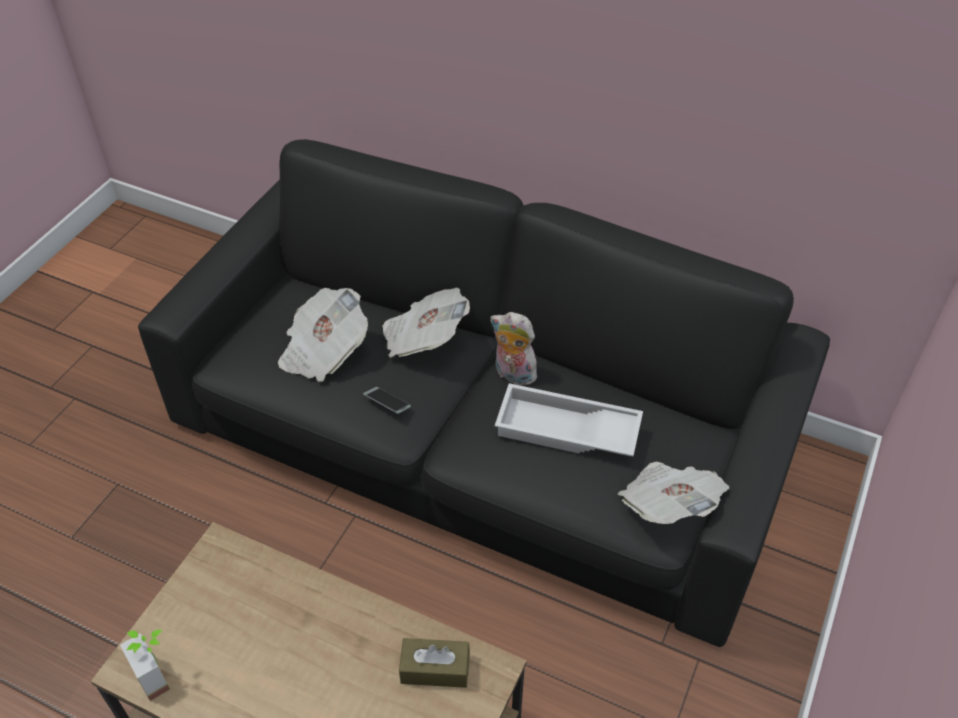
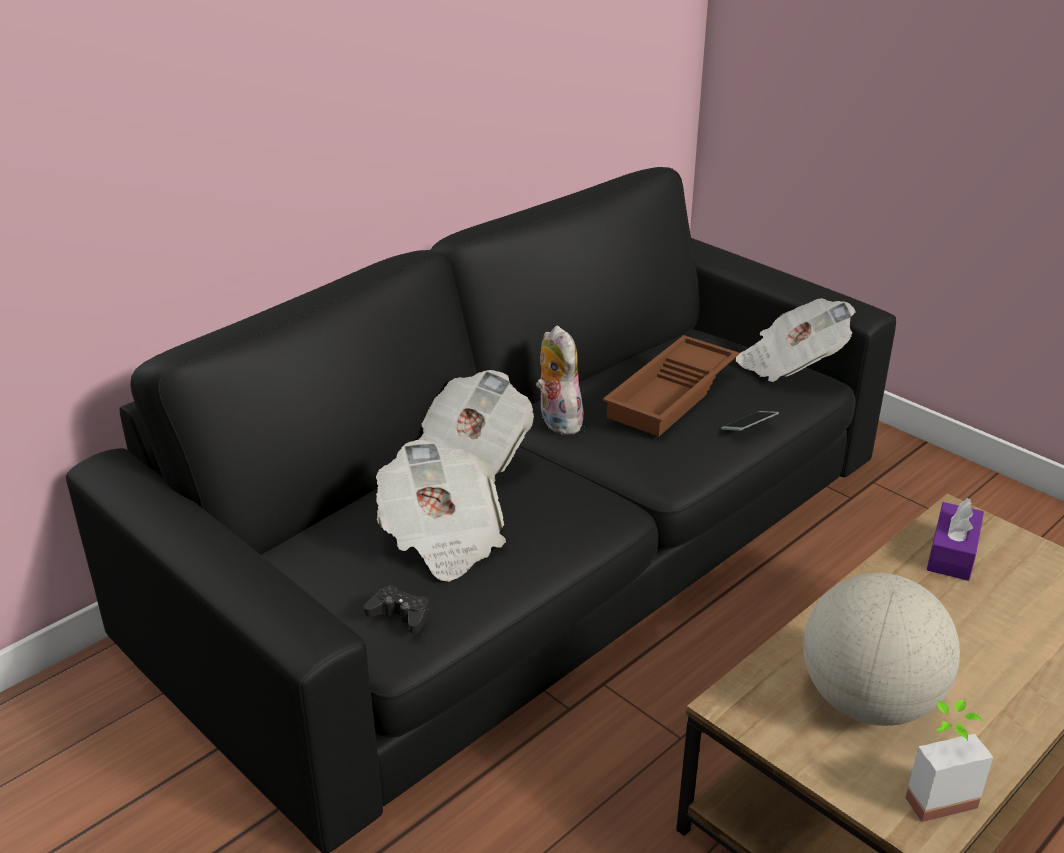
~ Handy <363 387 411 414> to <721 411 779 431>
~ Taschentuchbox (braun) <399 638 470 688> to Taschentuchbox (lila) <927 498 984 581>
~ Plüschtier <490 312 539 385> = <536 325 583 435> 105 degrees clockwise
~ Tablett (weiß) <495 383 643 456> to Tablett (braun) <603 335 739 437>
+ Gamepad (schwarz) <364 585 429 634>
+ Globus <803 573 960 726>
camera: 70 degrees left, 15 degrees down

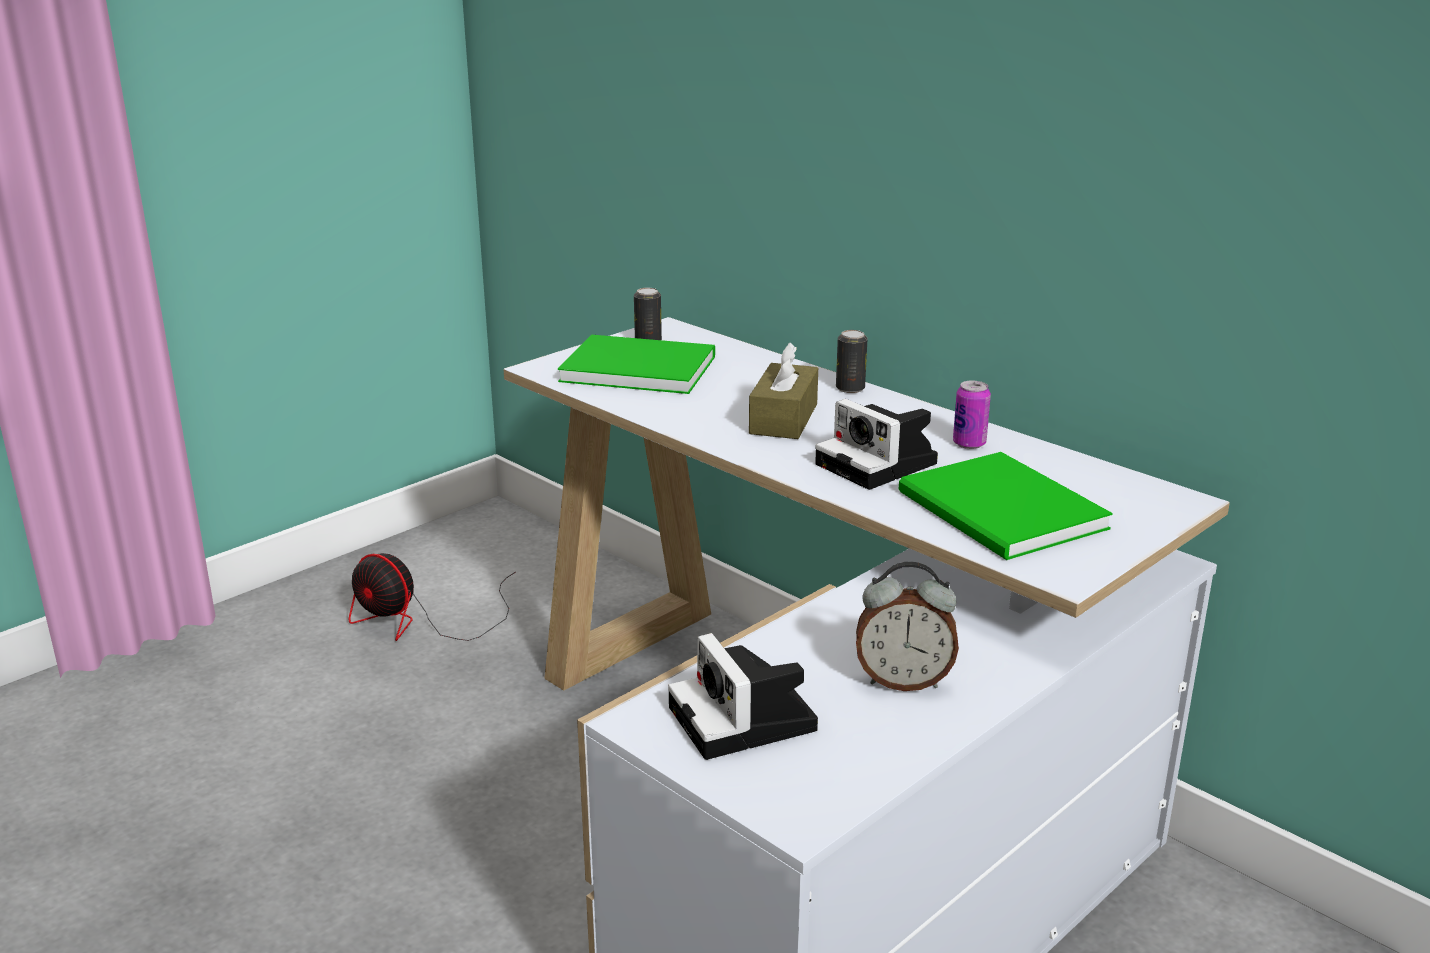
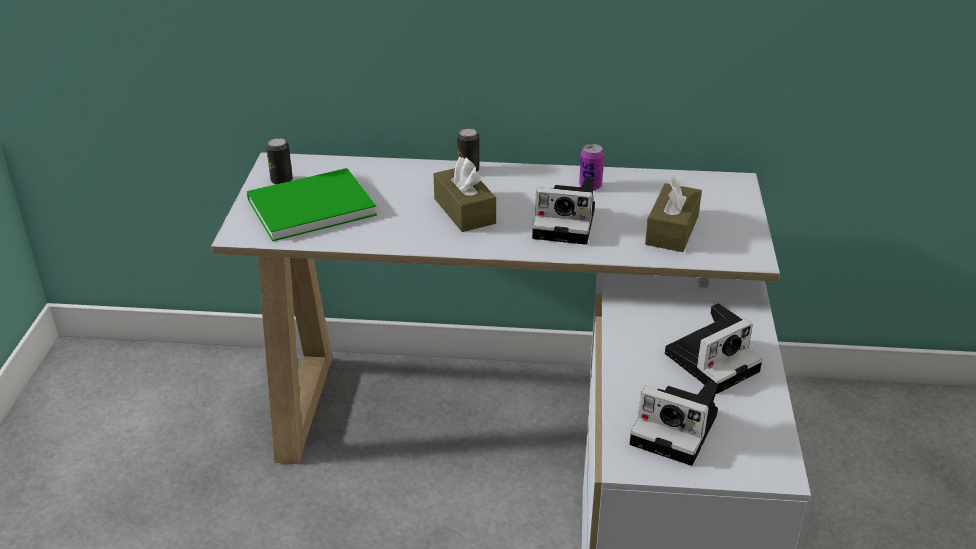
- Ventilator <349 553 515 641>
~ Wecker <856 561 959 691> to Kamera <665 303 763 394>
~ Buch (grün) <899 452 1113 560> to Taschentuchbox (braun) <645 175 702 252>
camera: 40 degrees left, 10 degrees up

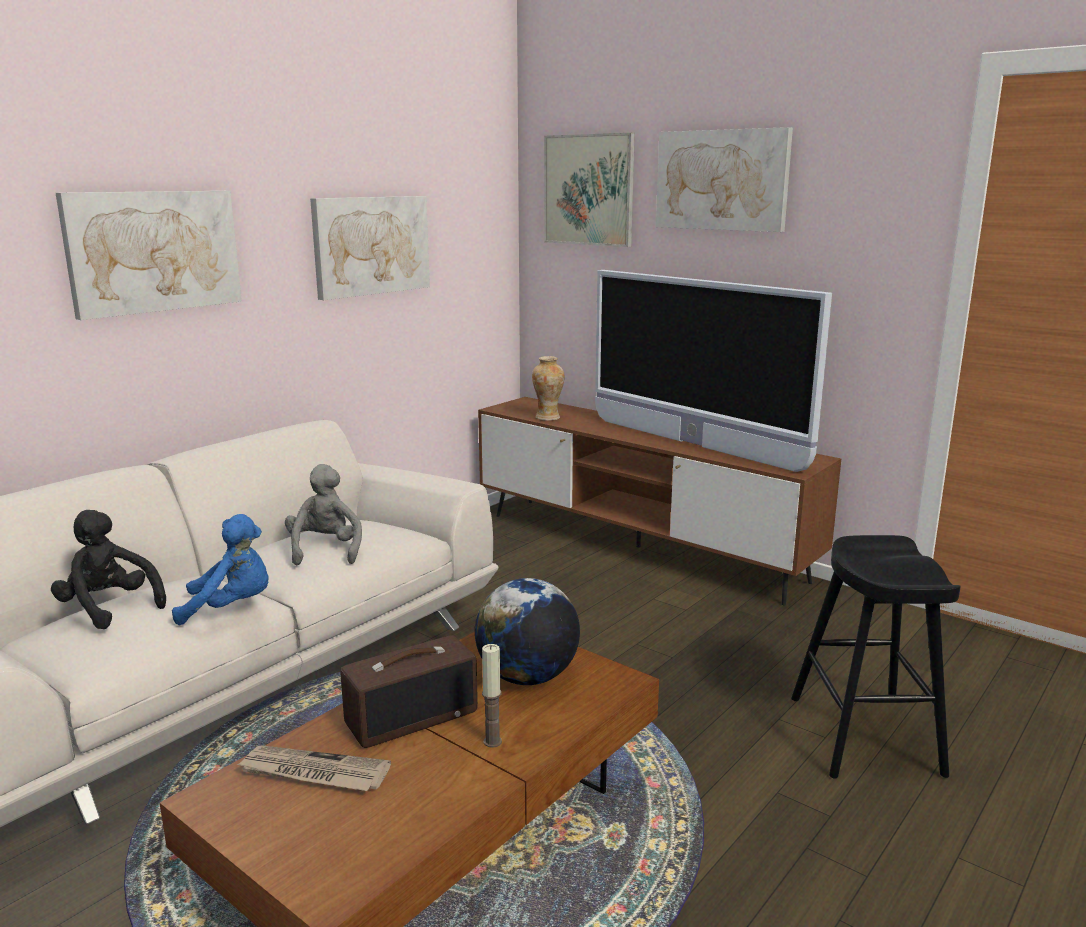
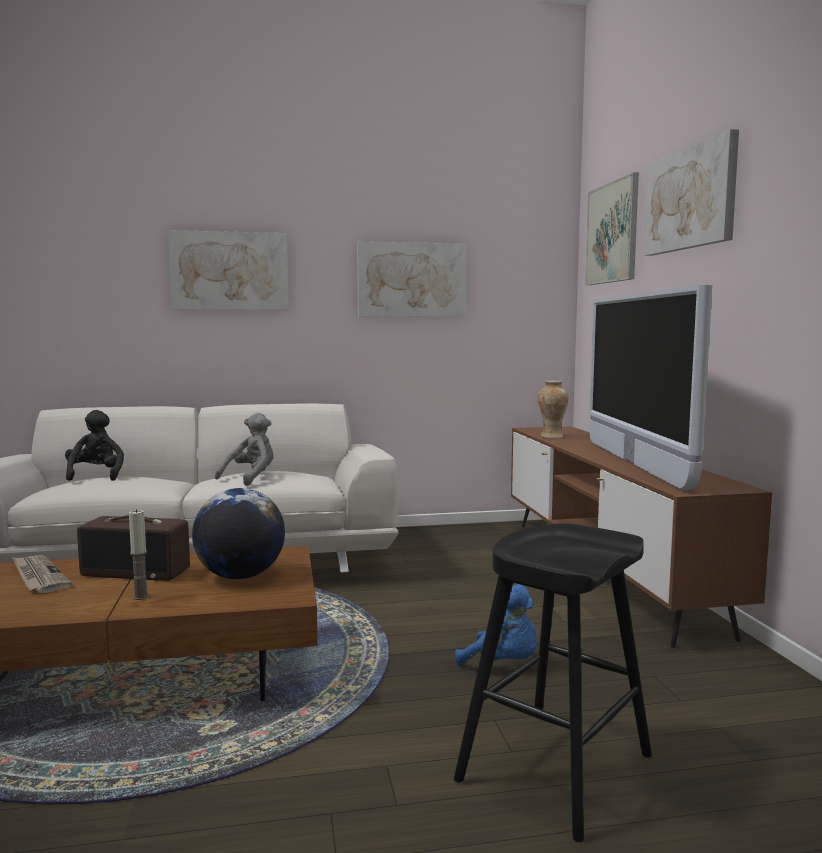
~ Plüschtier (blau) <172 514 269 625> to <455 584 537 666>
camera: 40 degrees right, 10 degrees down

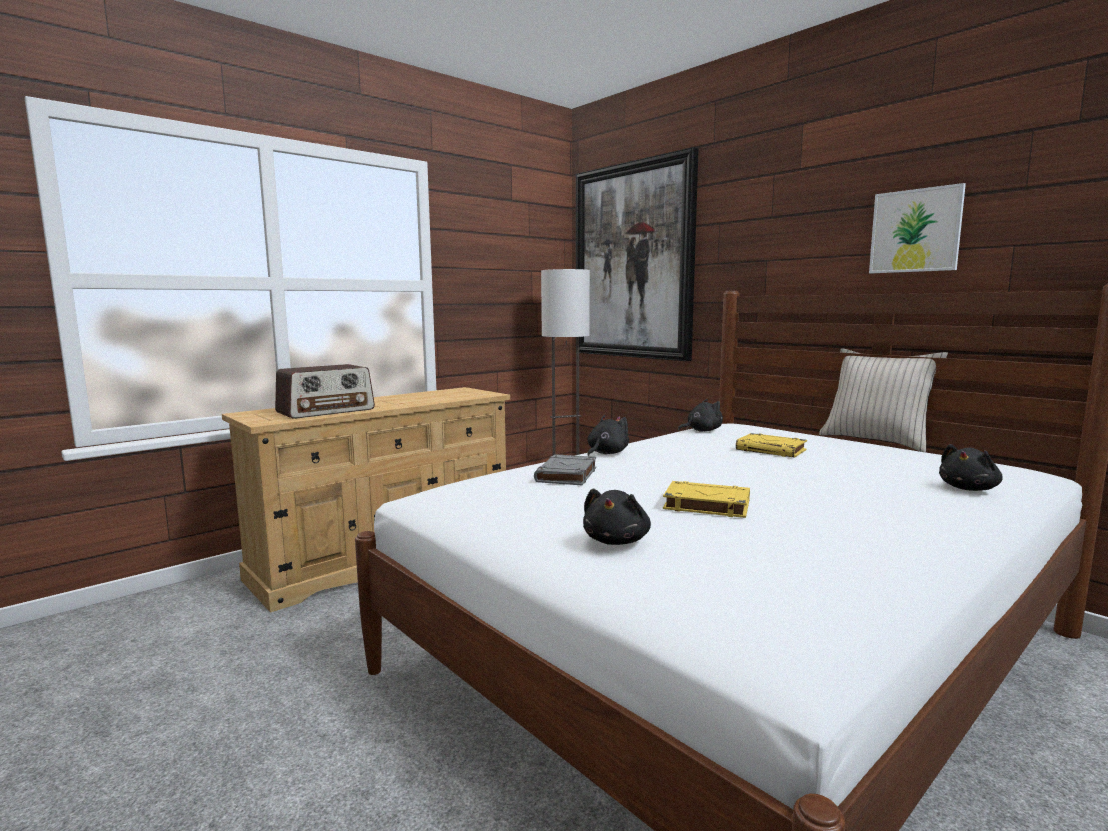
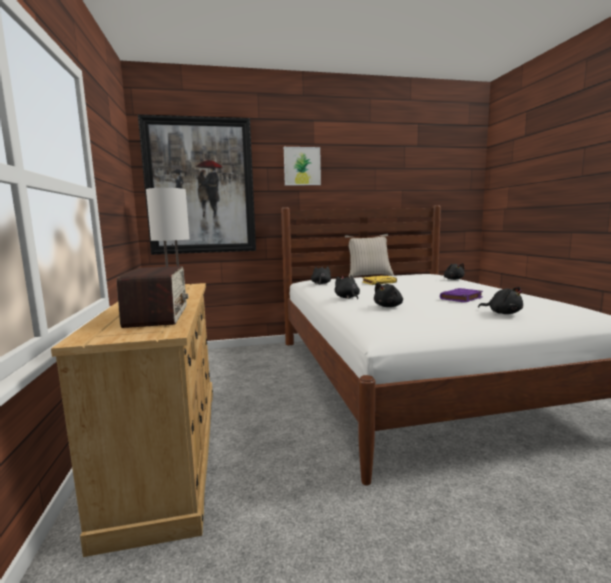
~ Buch (grau) <534 454 596 485> to Plüschtier (schwarz) <374 282 403 307>
~ Buch (gelb) <663 481 750 518> to Buch (lila) <440 288 483 303>
~ Bild <869 183 966 273> to <284 147 321 185>
camera: 60 degrees left, 0 degrees up

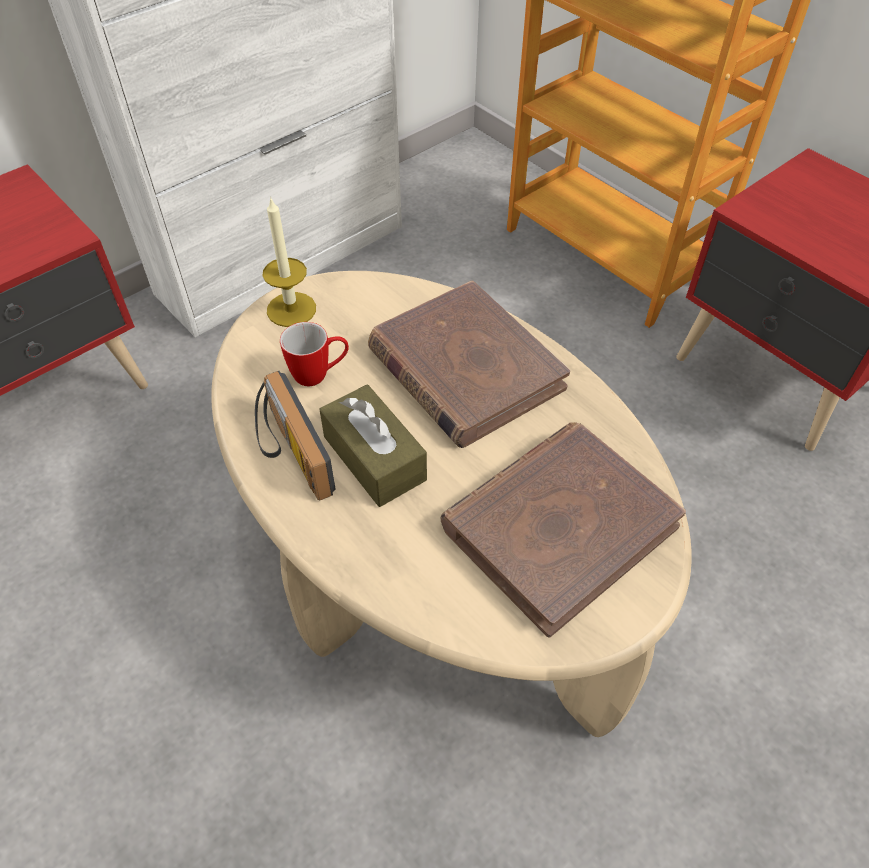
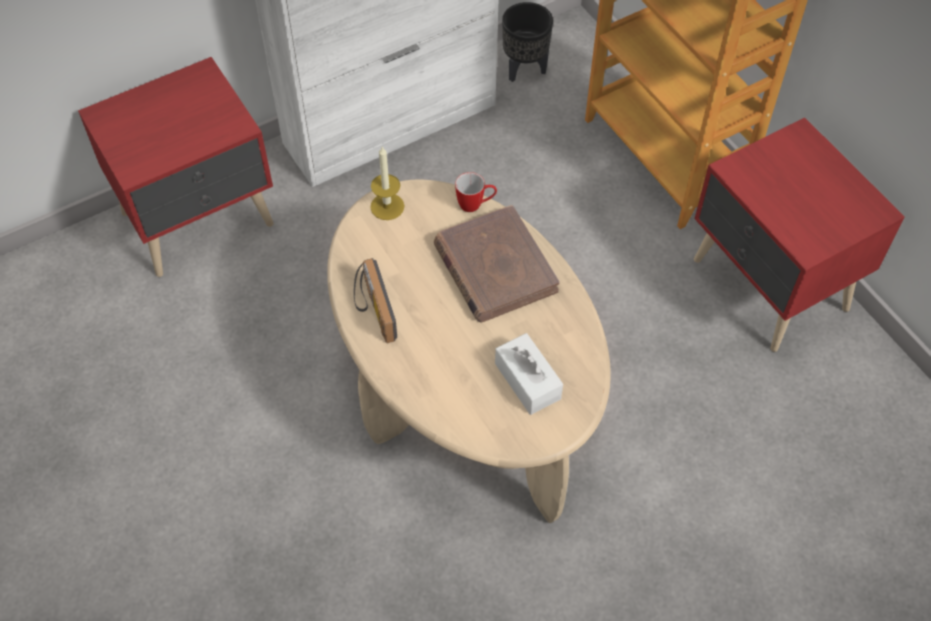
~ Henkelbecher <280 322 349 386> to <455 172 497 212>
- Taschentuchbox (braun) <319 384 427 507>
~ Buch (braun) <441 422 686 637> to Taschentuchbox (weiß) <495 333 563 415>
+ Pflanzkübel (schwarz) <502 2 553 82>
camera: 10 degrees right, 5 degrees up

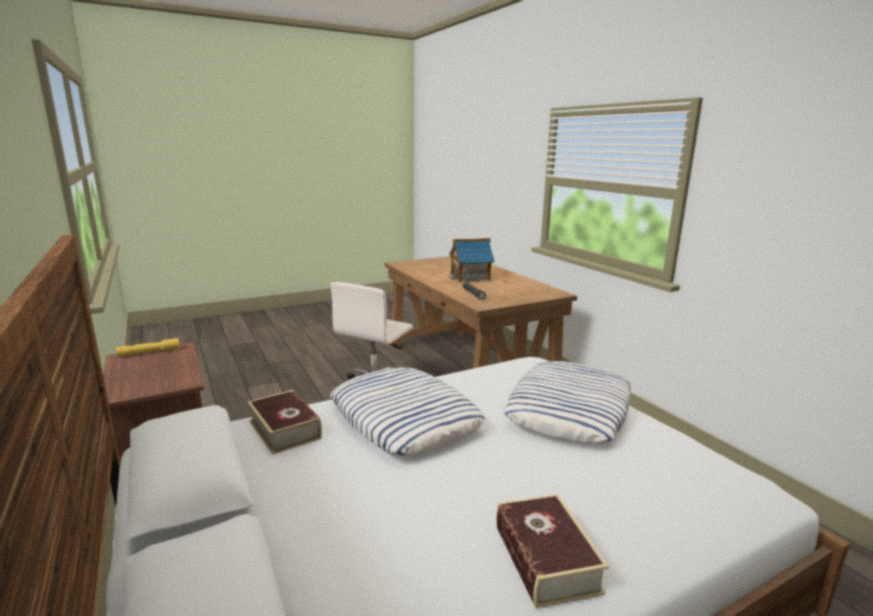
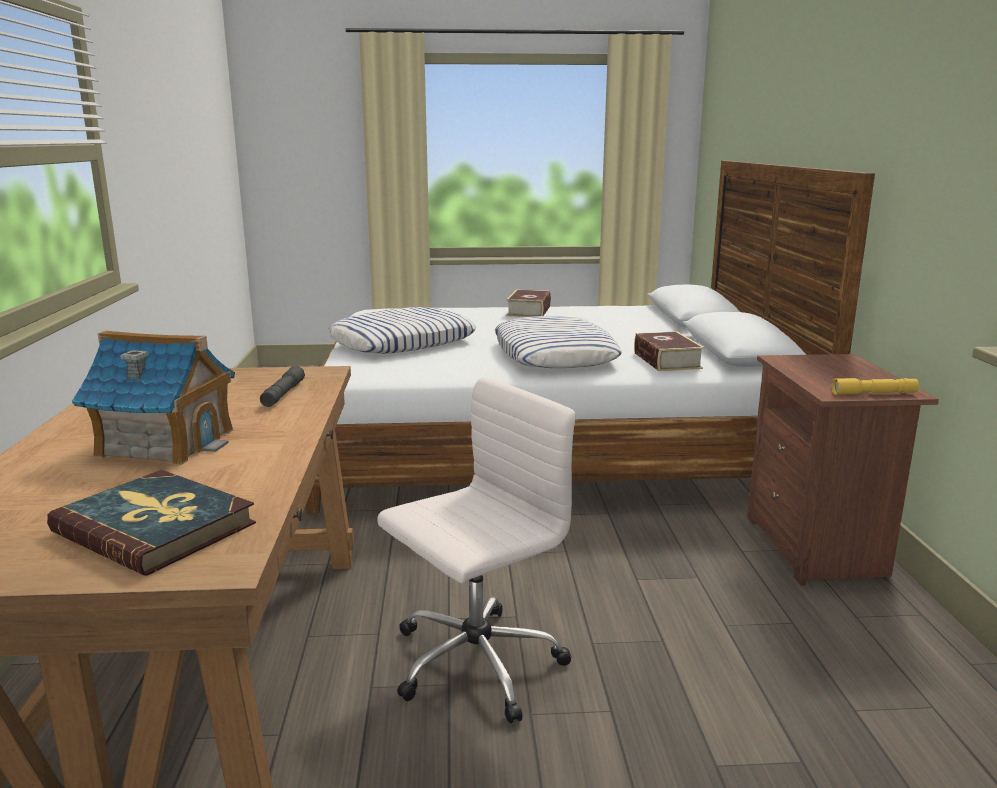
+ Buch <47 470 256 576>
camera: 155 degrees left, 0 degrees up

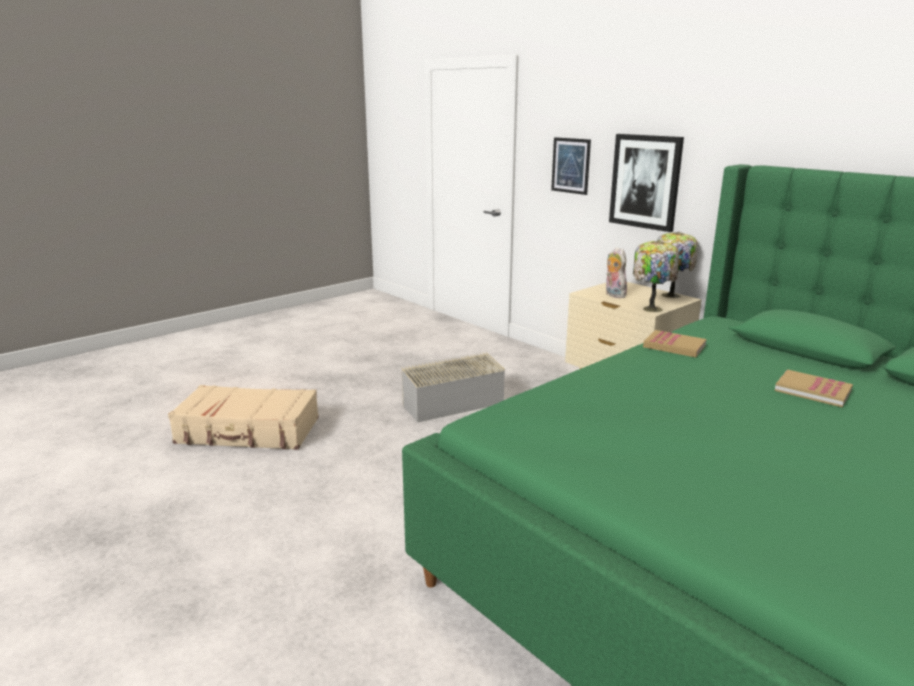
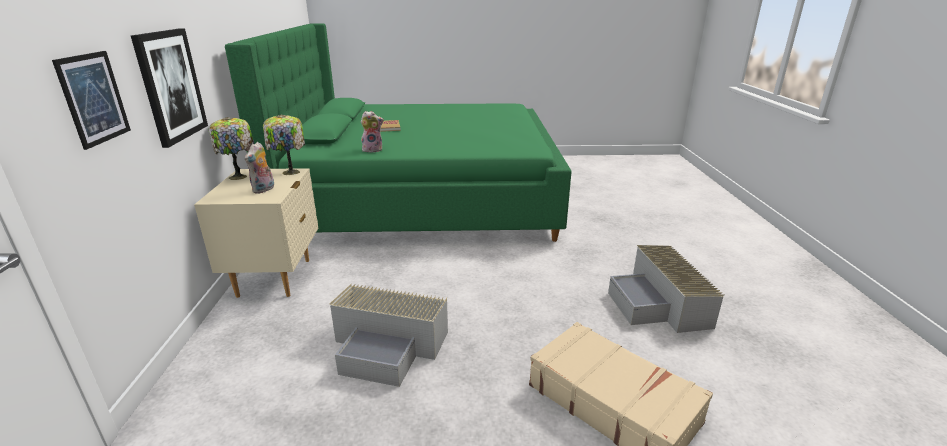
~ Buch <643 330 707 357> to Plüschtier <361 111 384 152>
+ Aufbewahrungsbox (grau) <608 245 725 333>
camera: 140 degrees left, 5 degrees up

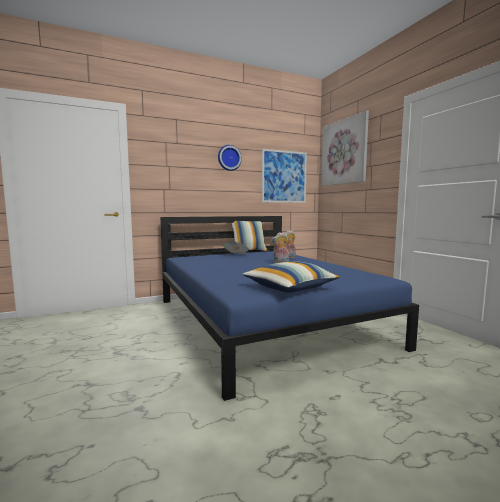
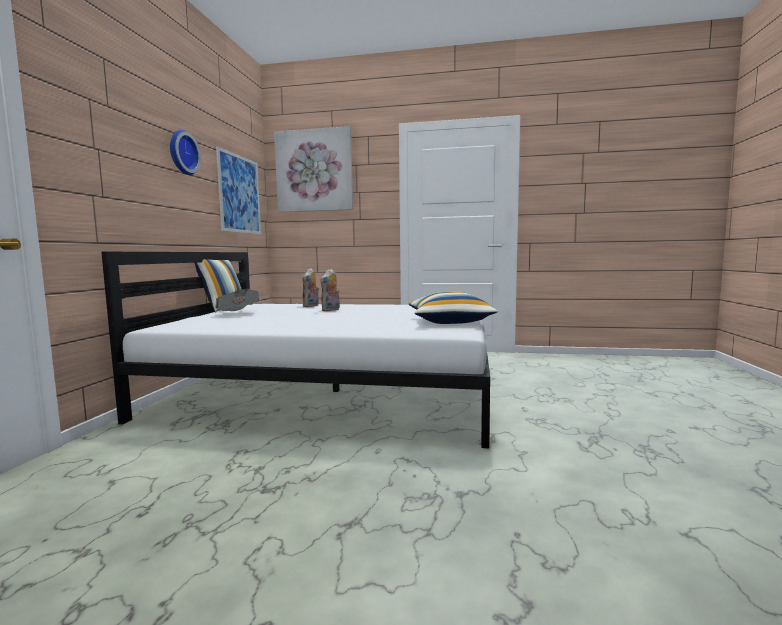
~ Bett (blau) <160 216 419 401> to Bett (weiß) <101 252 490 449>
camera: 55 degrees left, 0 degrees up

